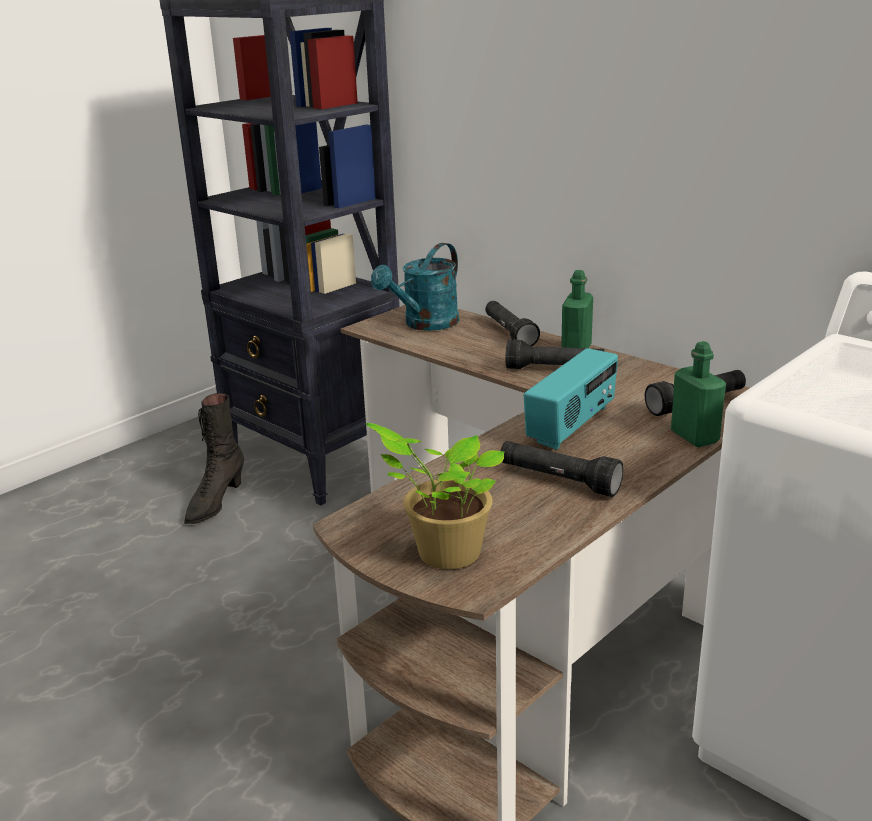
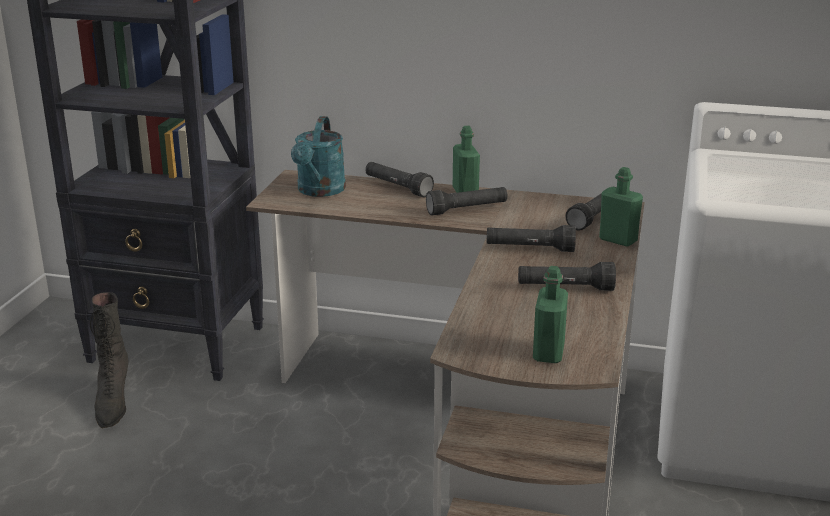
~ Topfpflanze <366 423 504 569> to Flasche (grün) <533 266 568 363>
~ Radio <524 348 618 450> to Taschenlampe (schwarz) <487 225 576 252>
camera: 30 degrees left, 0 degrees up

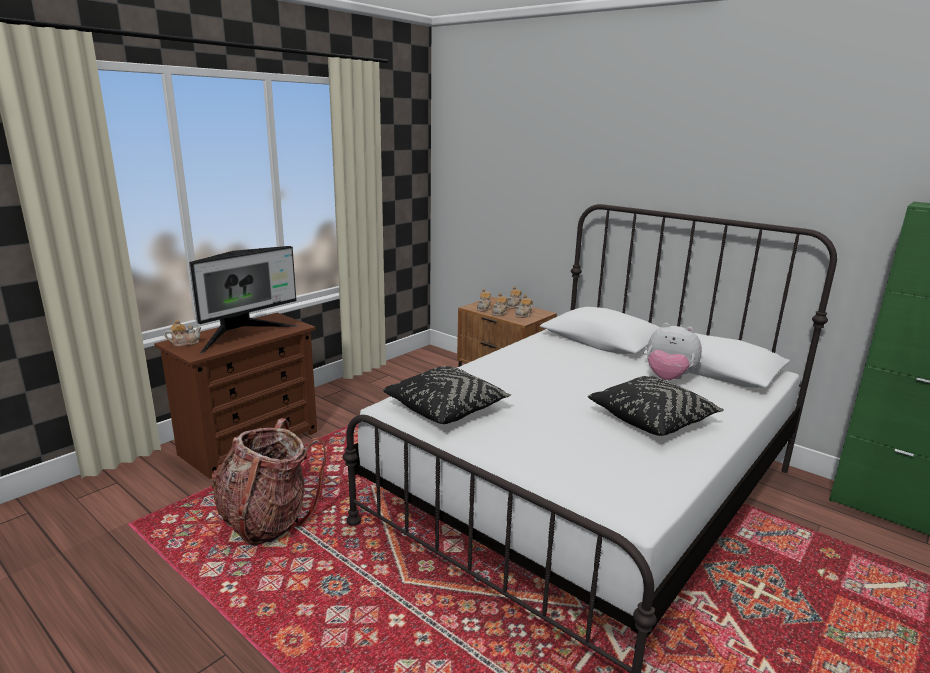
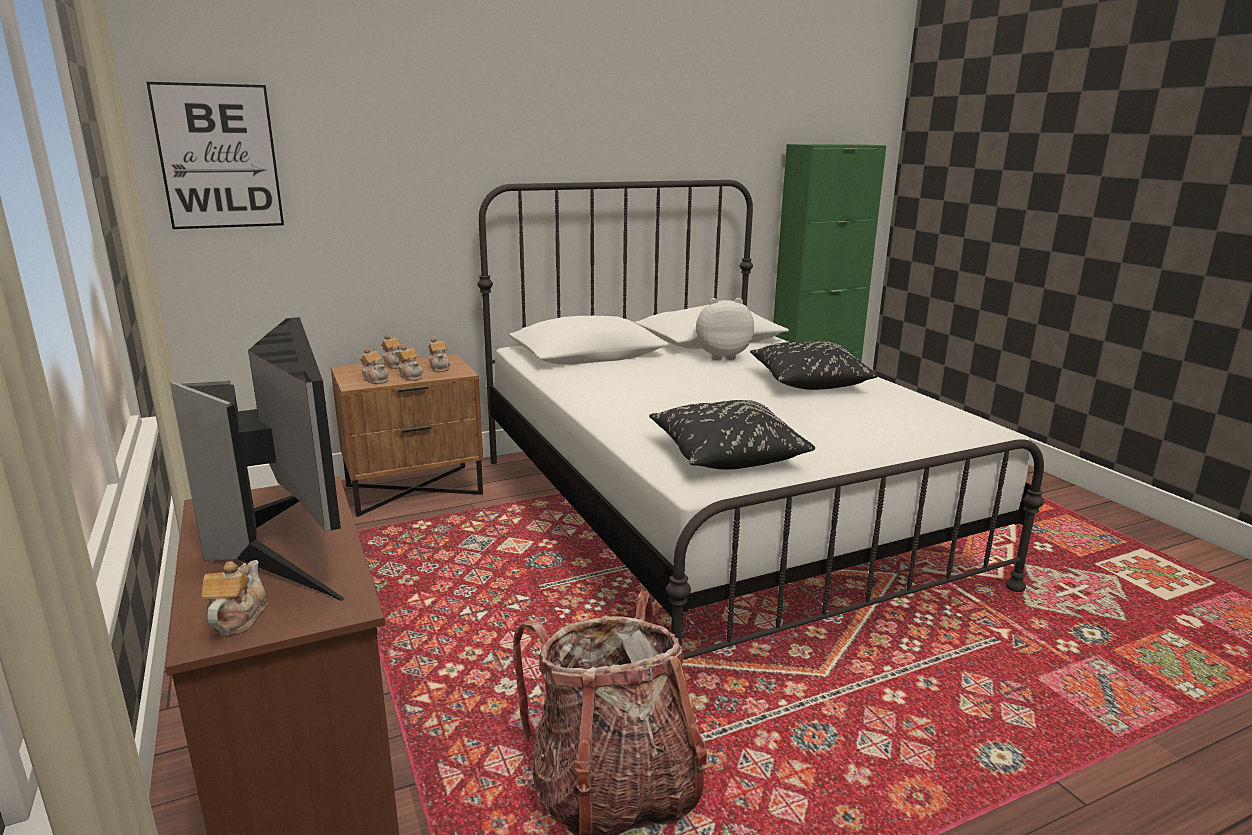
~ Plüschtier <647 323 702 380> = <696 298 754 360> 150 degrees counterclockwise
+ Bild <146 82 284 229>
camera: 65 degrees left, 0 degrees up

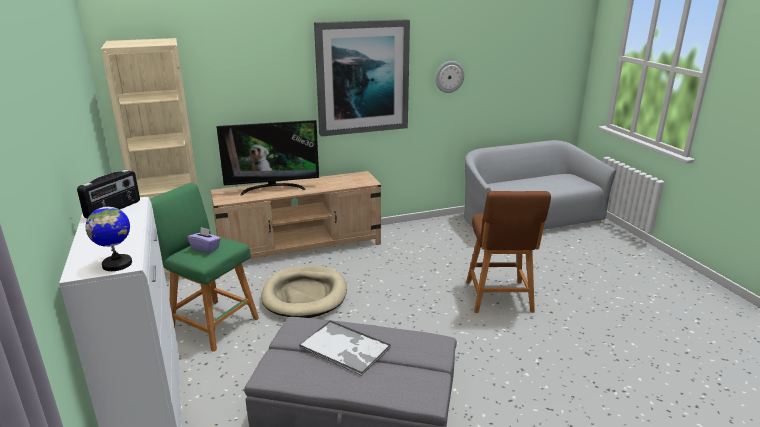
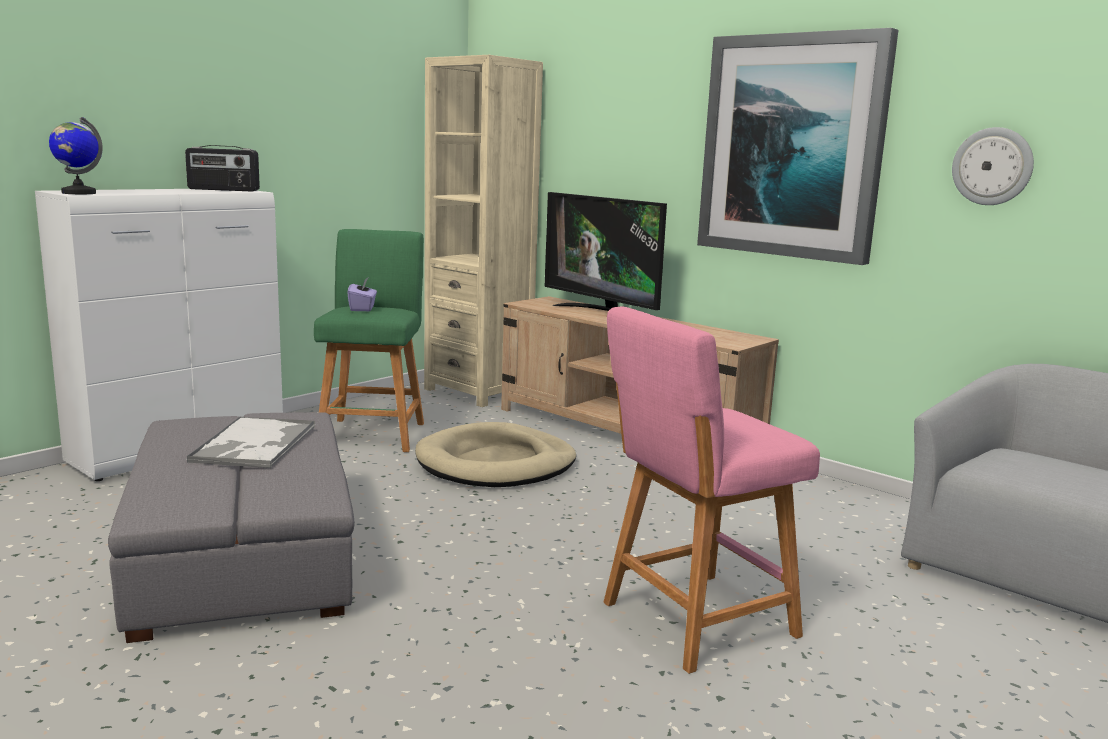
~ Hocker (braun) <466 191 551 313> to Hocker (rosa) <604 307 820 674>
camera: 60 degrees right, 10 degrees down

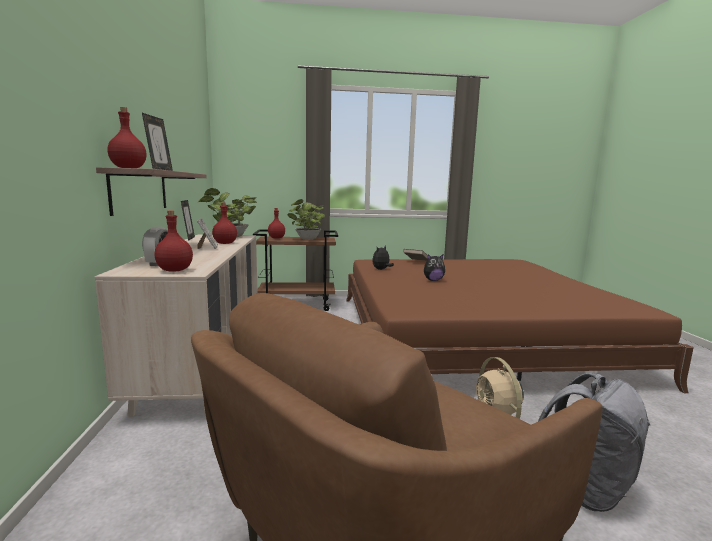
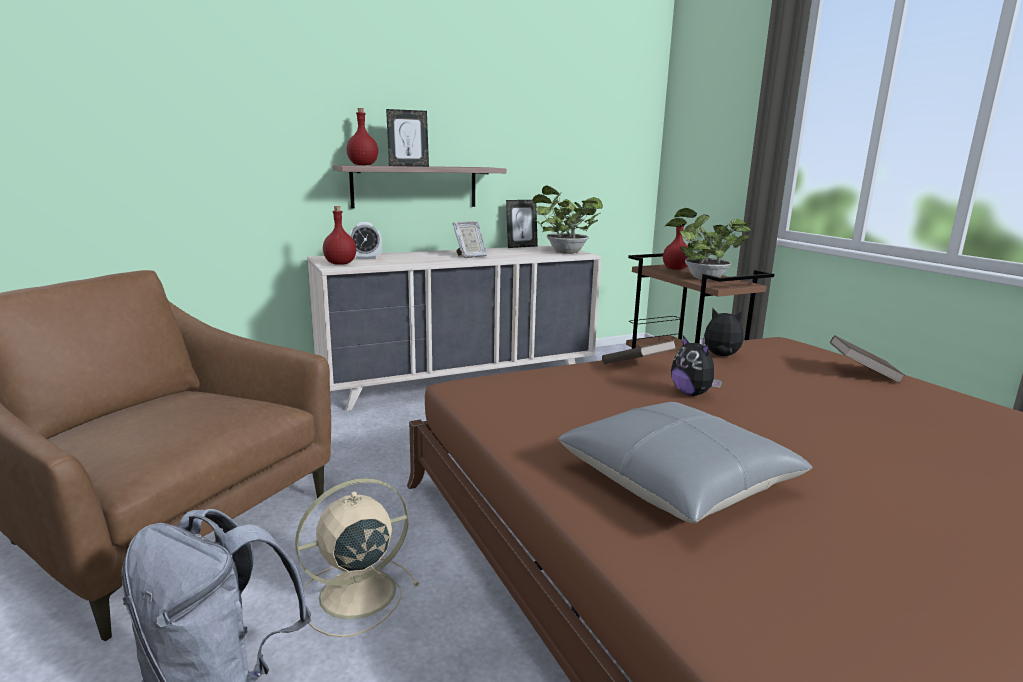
- Flasche (rot) <212 203 237 244>
+ Kissen (grau) <558 402 813 523>
+ Buch (braun) <602 340 677 364>
camera: 70 degrees right, 5 degrees up

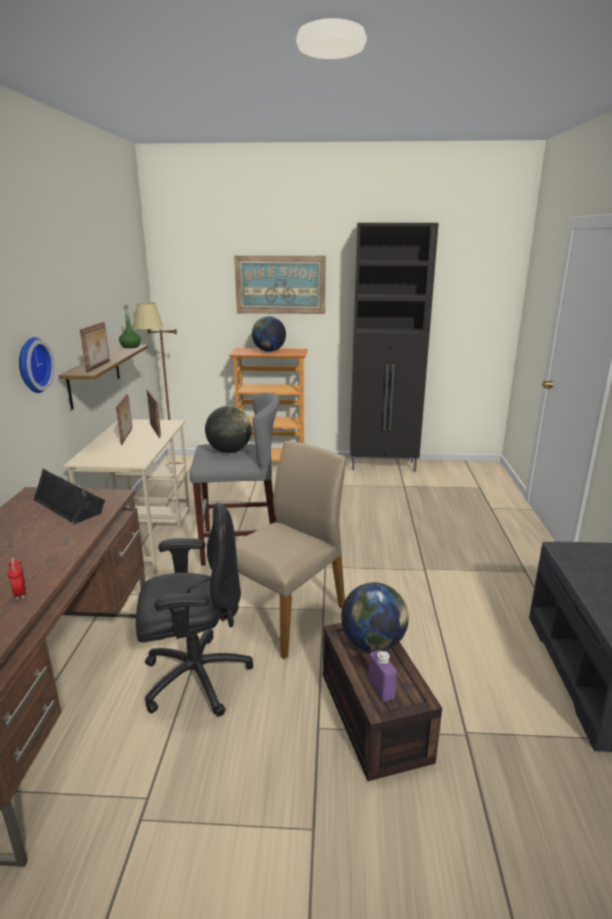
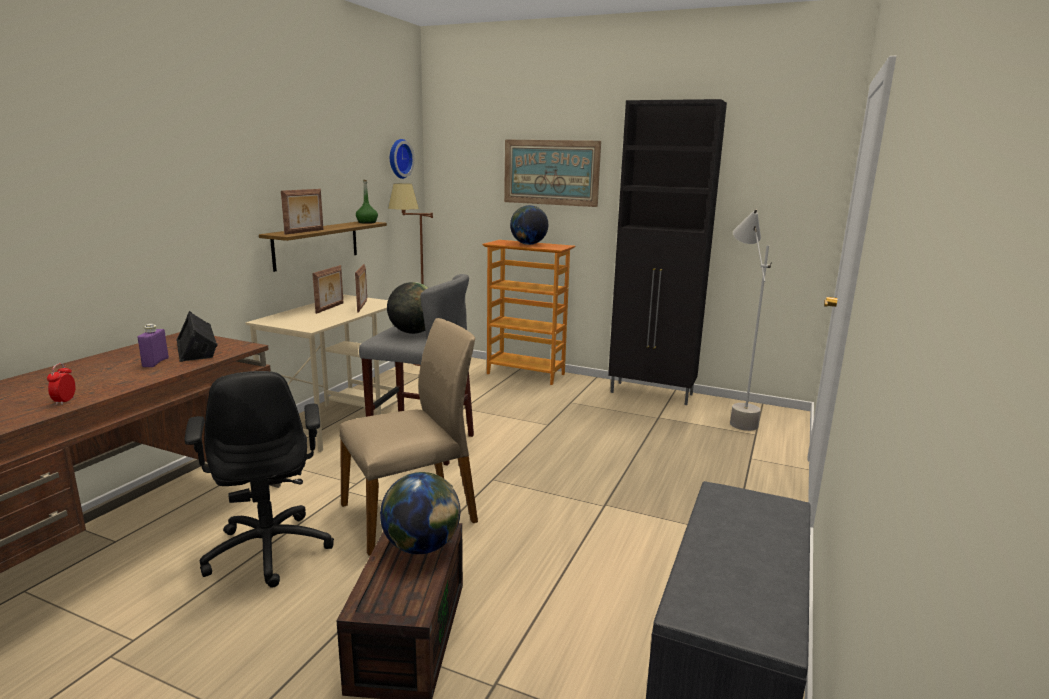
~ Wanduhr <19 337 55 393> to <390 139 415 179>
~ Bürostuhl (schwarz) <136 502 253 717> = <185 371 334 588> 60 degrees clockwise
~ Flasche (lila) <368 650 397 702> to <138 324 169 367>
+ Stehlampe (grau) <730 209 772 431>
camera: 20 degrees right, 5 degrees down

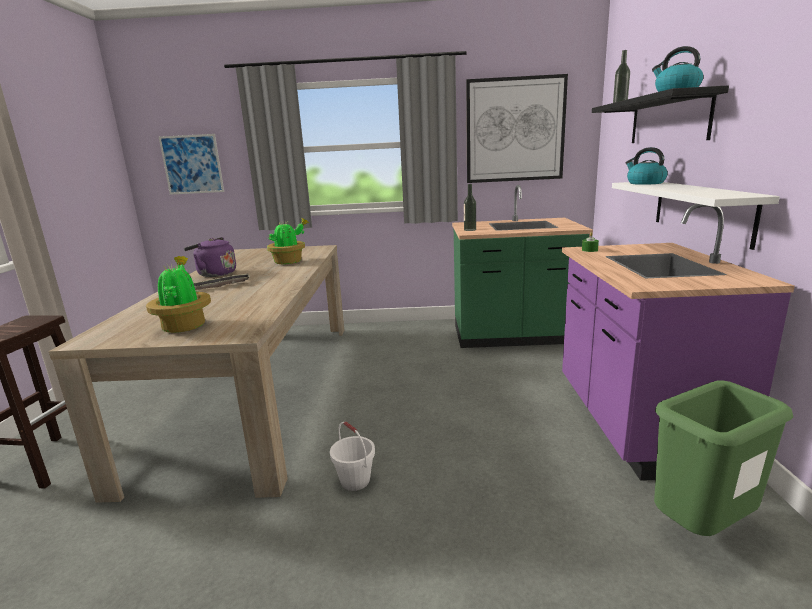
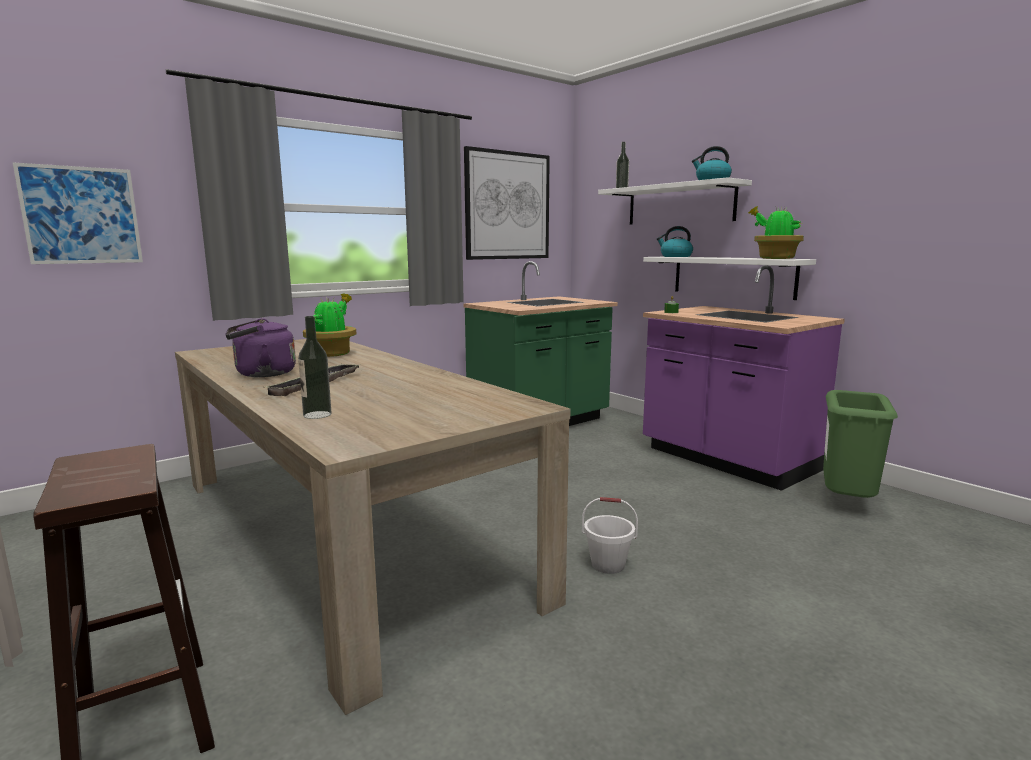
~ Topfpflanze <146 256 211 333> to <748 206 804 259>
~ Flasche <464 184 476 231> to <298 316 332 419>
~ Wandregal (schwarz) <592 85 729 143> to Wandregal (weiß) <598 177 752 225>
camera: 40 degrees left, 5 degrees down

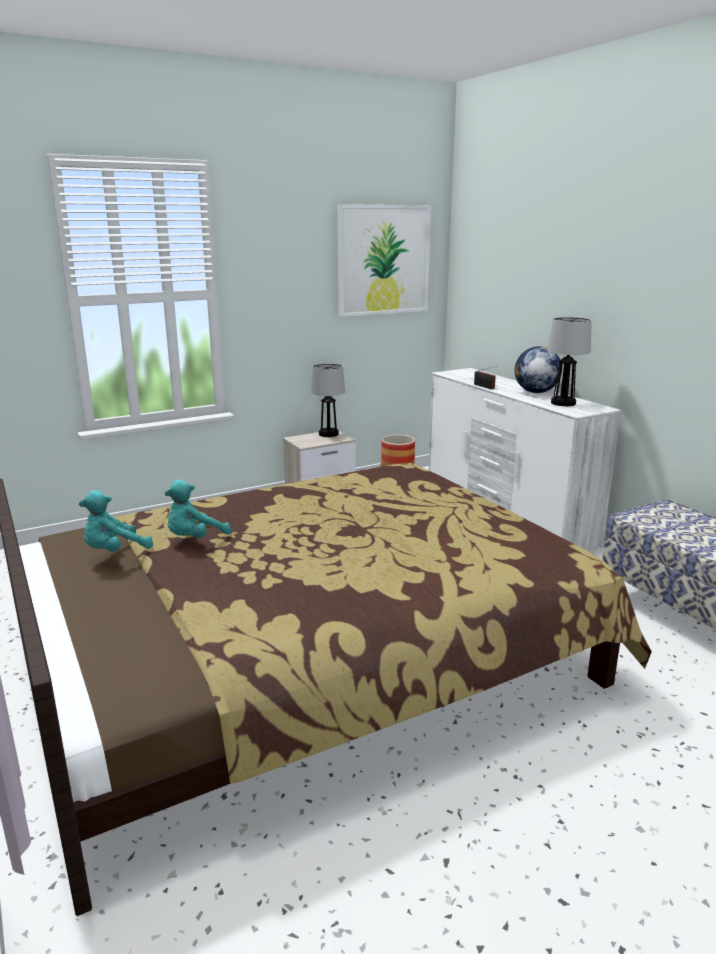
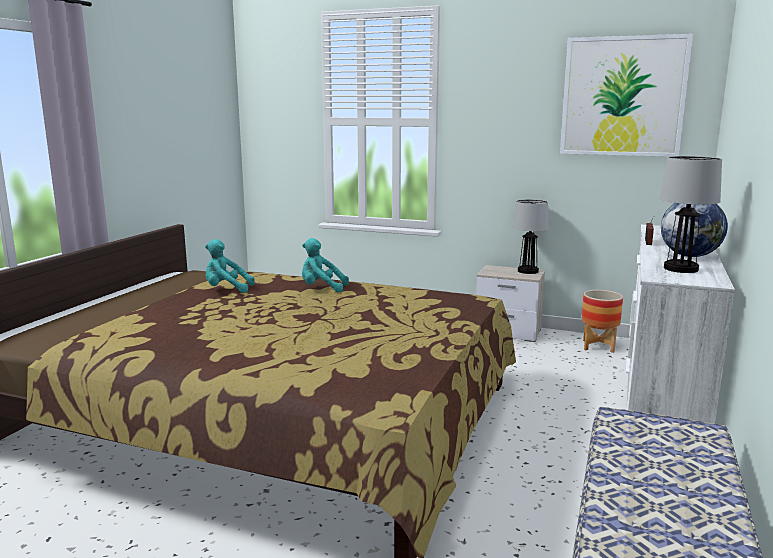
~ Plüschtier (türkis) <79 490 153 552> to <302 238 349 292>
camera: 50 degrees right, 5 degrees down

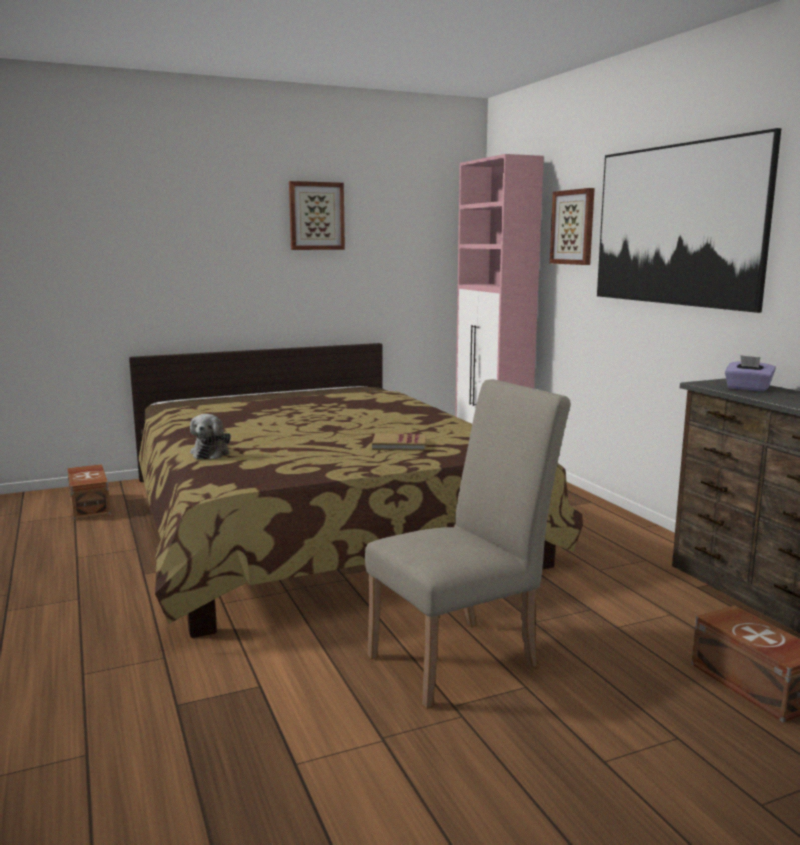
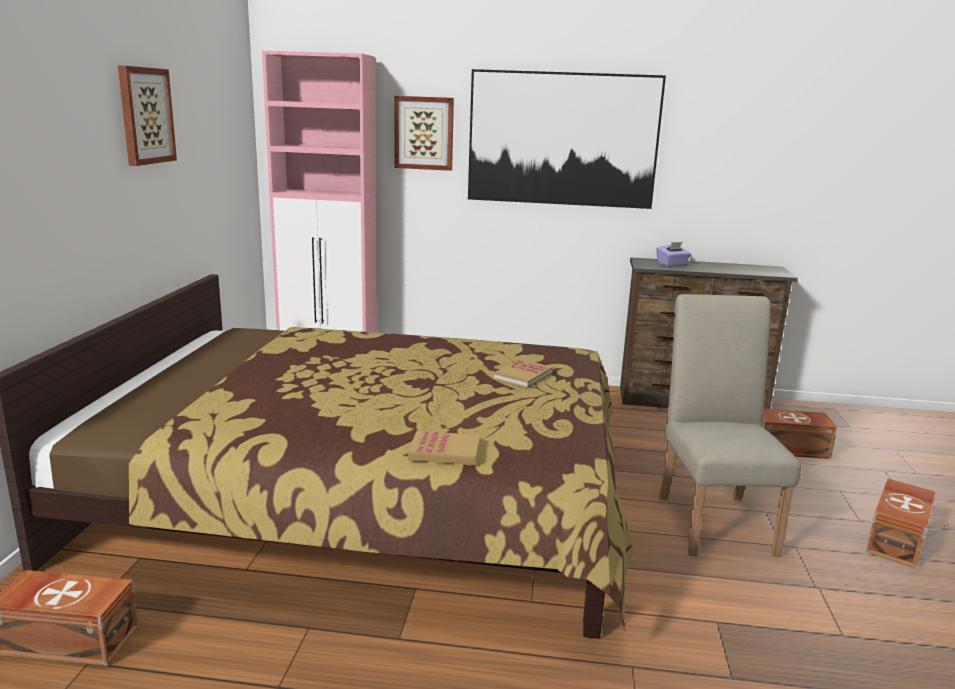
~ Plüschtier <190 414 231 459> to Buch <408 431 480 465>
+ Aufbewahrungsbox (braun) <866 479 935 569>
camera: 60 degrees left, 5 degrees up

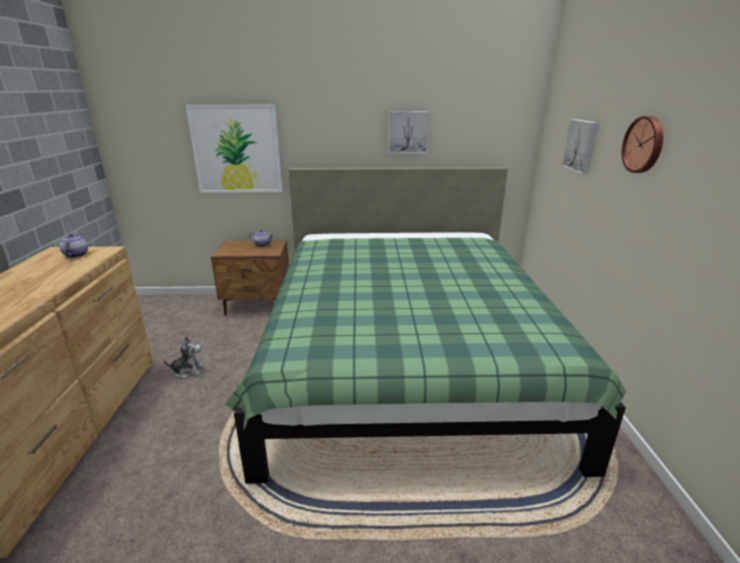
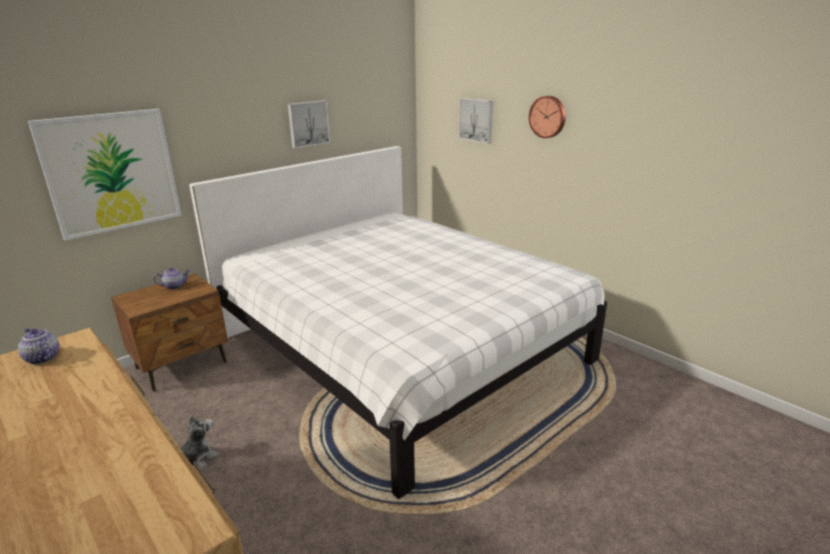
~ Bett (grün) <225 167 626 484> to Bett (weiß) <189 146 607 499>
camera: 40 degrees left, 0 degrees up

